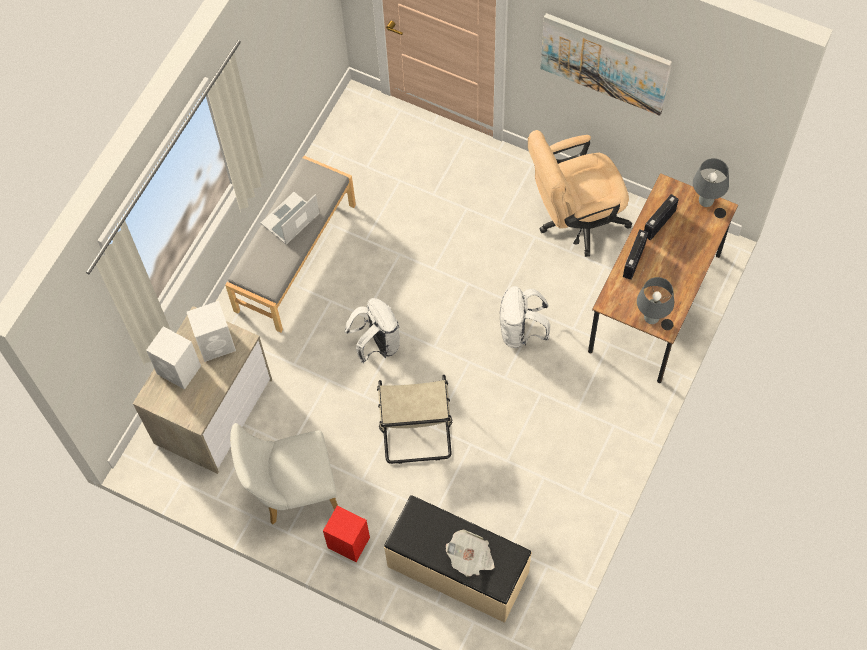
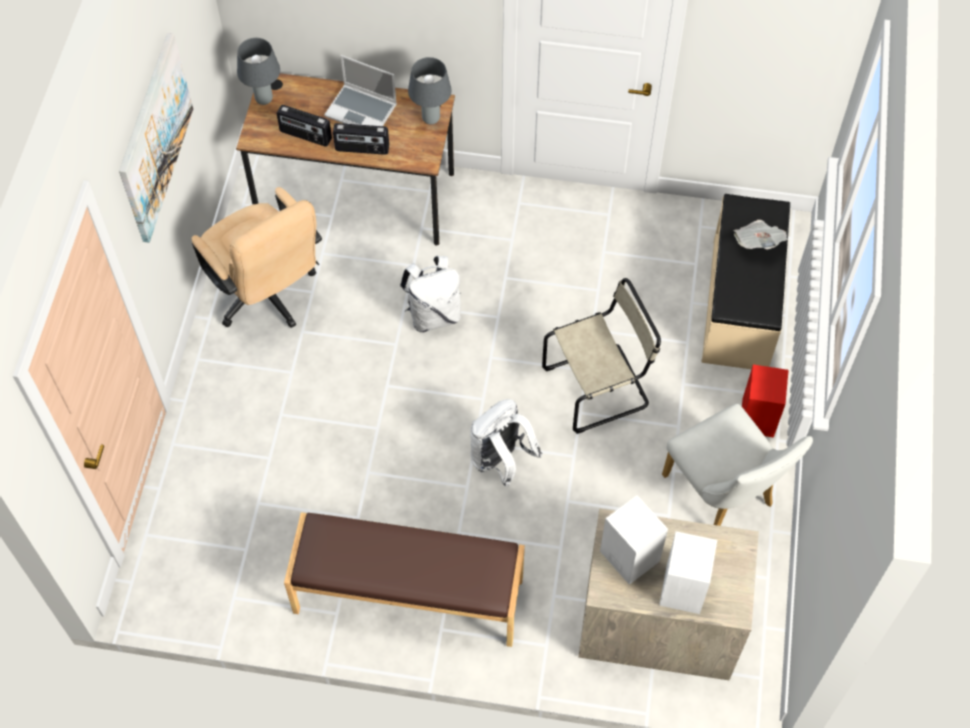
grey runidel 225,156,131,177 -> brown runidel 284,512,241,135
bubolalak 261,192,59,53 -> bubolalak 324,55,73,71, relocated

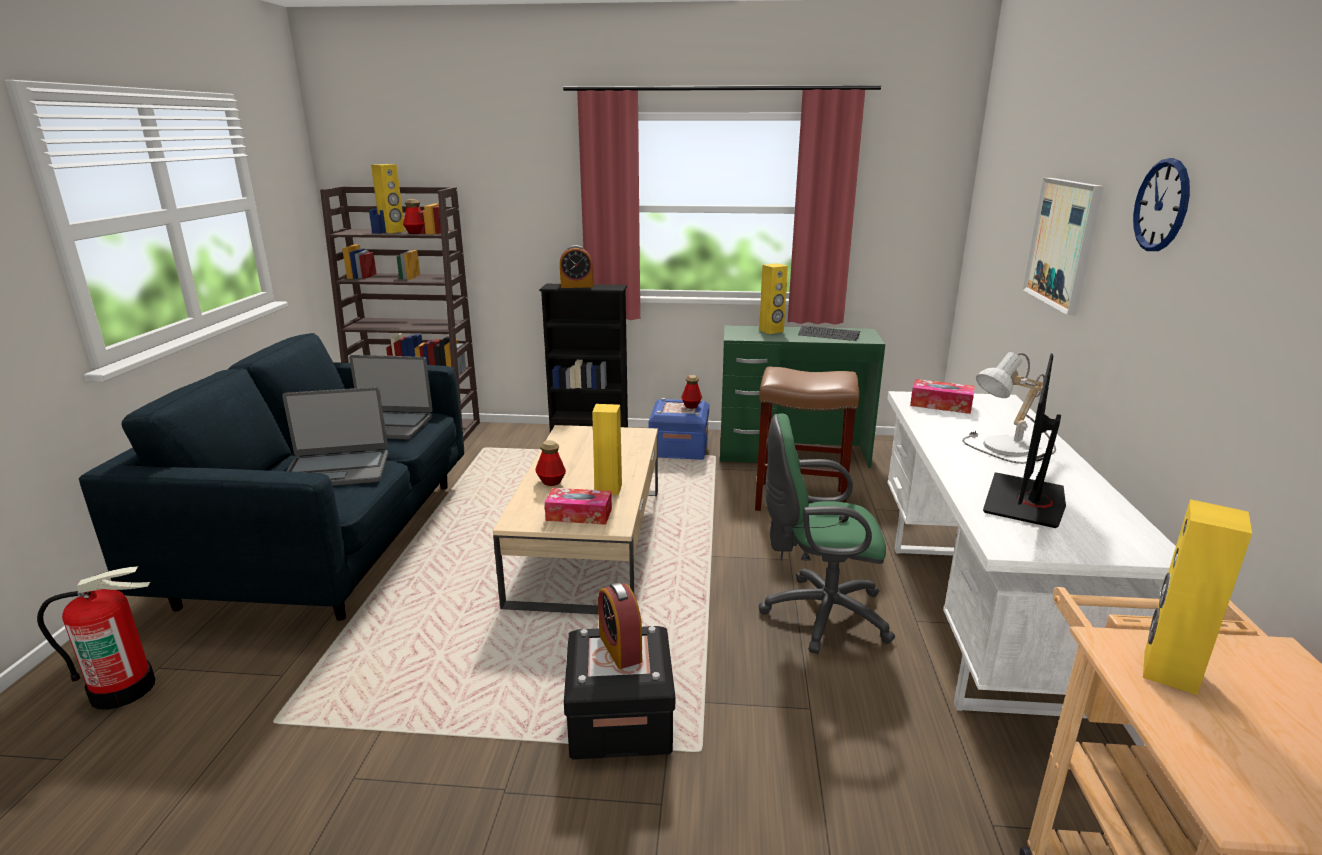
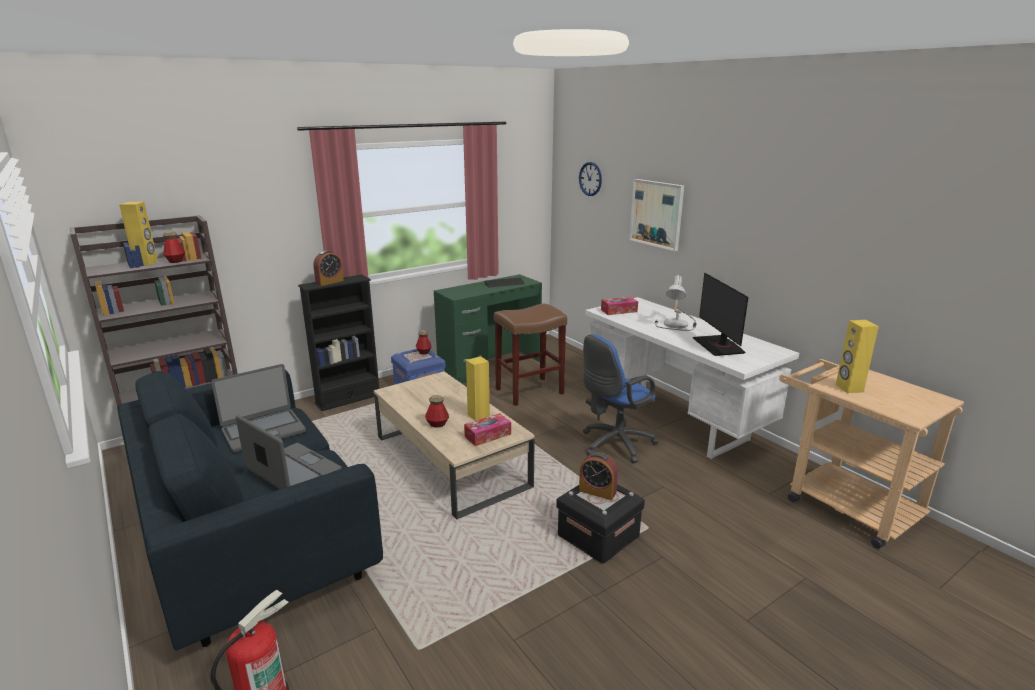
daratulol 1133,158,57,93 -> daratulol 579,162,23,34, relocated
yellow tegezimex 759,263,29,71 -> none
bubolalak 282,387,106,99 -> bubolalak 236,415,106,74, 90 degrees counterclockwise
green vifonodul 759,413,136,241 -> blue vifonodul 583,334,76,129

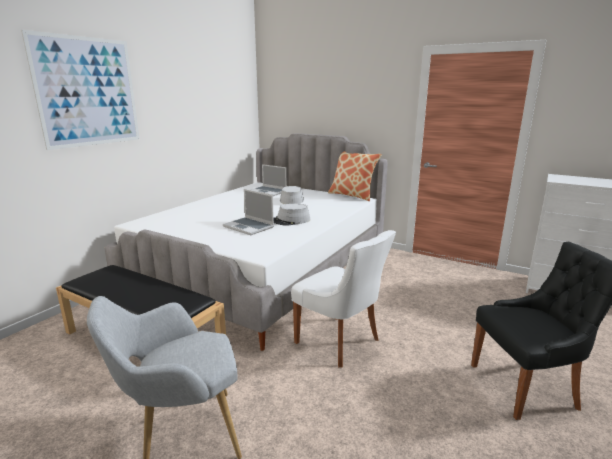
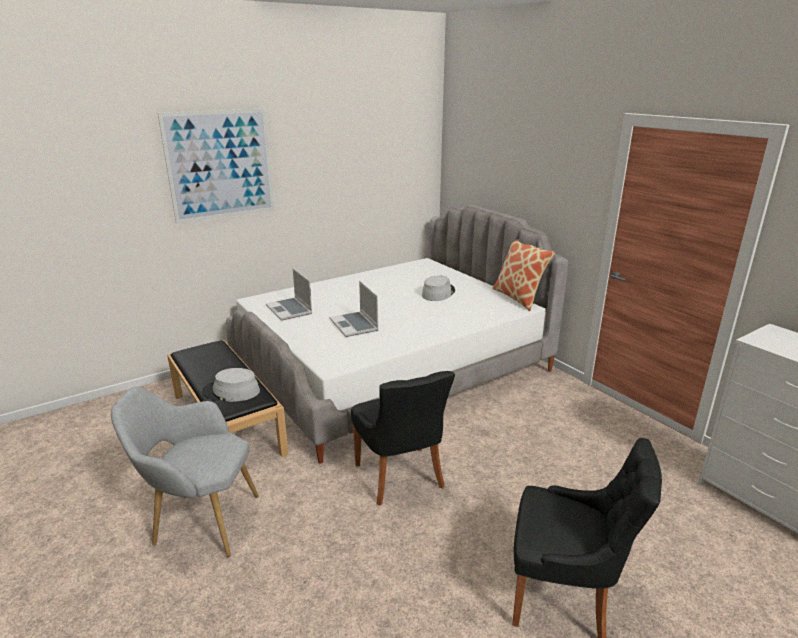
bubolalak 251,164,36,32 -> bubolalak 266,268,47,53, relocated
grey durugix 274,203,36,23 -> grey durugix 202,368,58,34, relocated
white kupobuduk 291,230,105,138 -> black kupobuduk 351,371,104,135

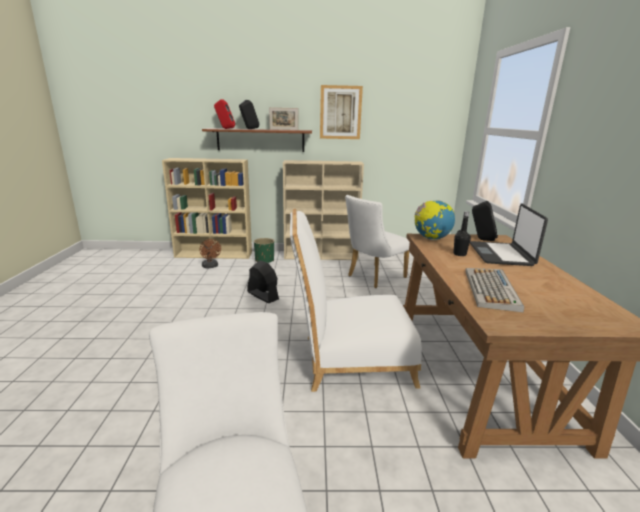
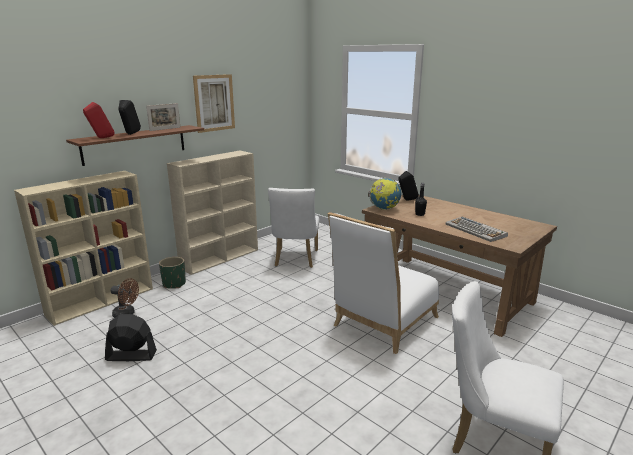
bubolalak 470,203,78,63 -> none
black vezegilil 247,260,32,43 -> black vezegilil 105,314,52,47, relocated

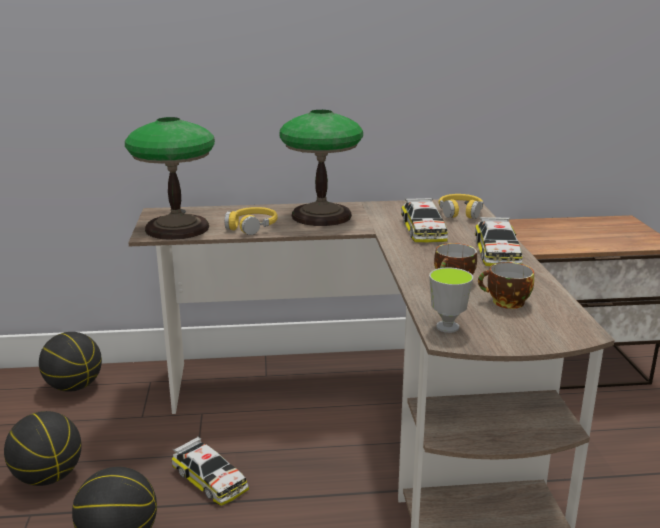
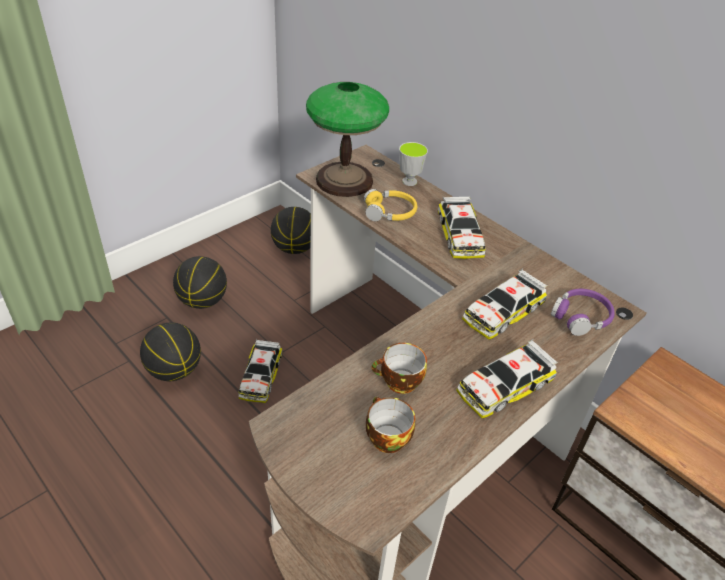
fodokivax 280,110,83,116 -> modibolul 438,196,48,63
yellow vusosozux 439,194,44,25 -> purple vusosozux 551,289,64,47
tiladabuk 429,268,44,65 -> tiladabuk 399,142,29,44, relocated

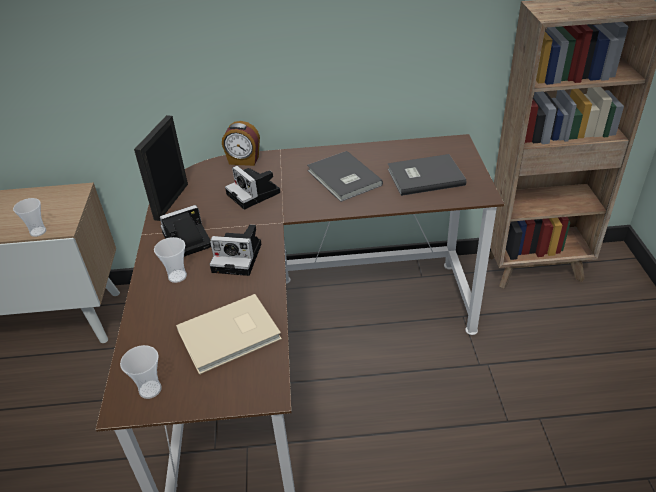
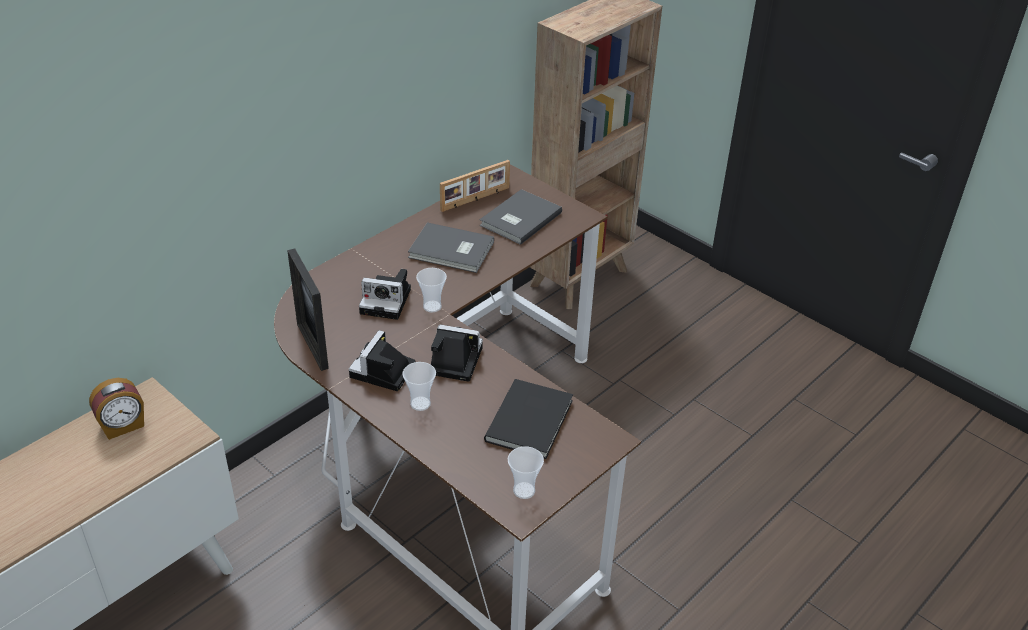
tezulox 222,121,38,45 -> tezulox 89,378,55,62, relocated
tiladabuk 13,198,33,39 -> tiladabuk 416,268,31,44, relocated
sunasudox 209,225,52,51 -> sunasudox 431,324,52,58, 135 degrees counterclockwise
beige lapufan 176,294,106,81 -> black lapufan 484,379,89,80
none -> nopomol 440,160,70,52

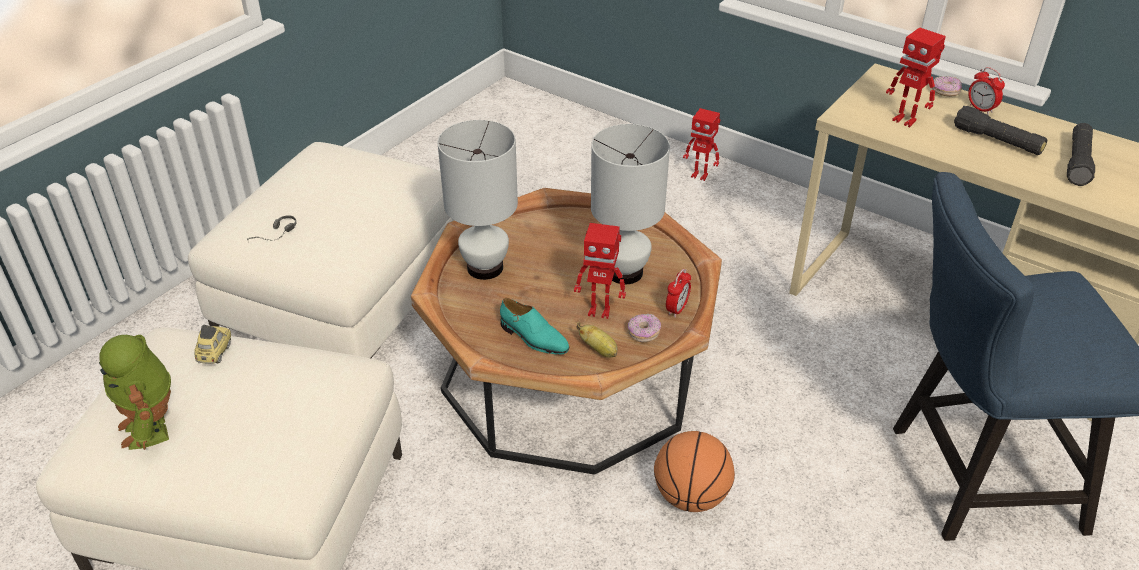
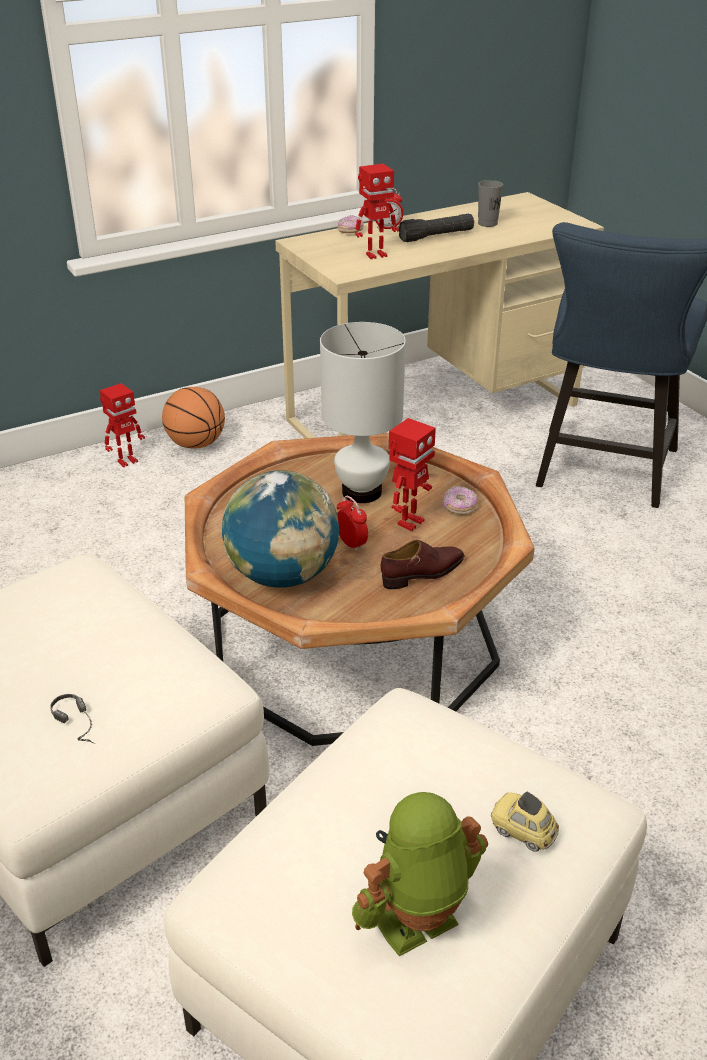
white fodokivax 438,120,80,160 -> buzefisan 222,470,117,118
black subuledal 1067,123,28,63 -> grey tiladabuk 478,180,25,47
tezulox 666,269,25,49 -> tezulox 337,496,31,56, relocated
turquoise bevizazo 500,298,70,57 -> brown bevizazo 381,540,84,49
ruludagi 576,322,42,36 -> none
modibolul 194,325,37,39 -> modibolul 491,792,68,60, relocated
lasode 99,335,72,115 -> lasode 352,792,136,164, 150 degrees clockwise
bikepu 654,431,81,81 -> bikepu 162,387,63,62, relocated

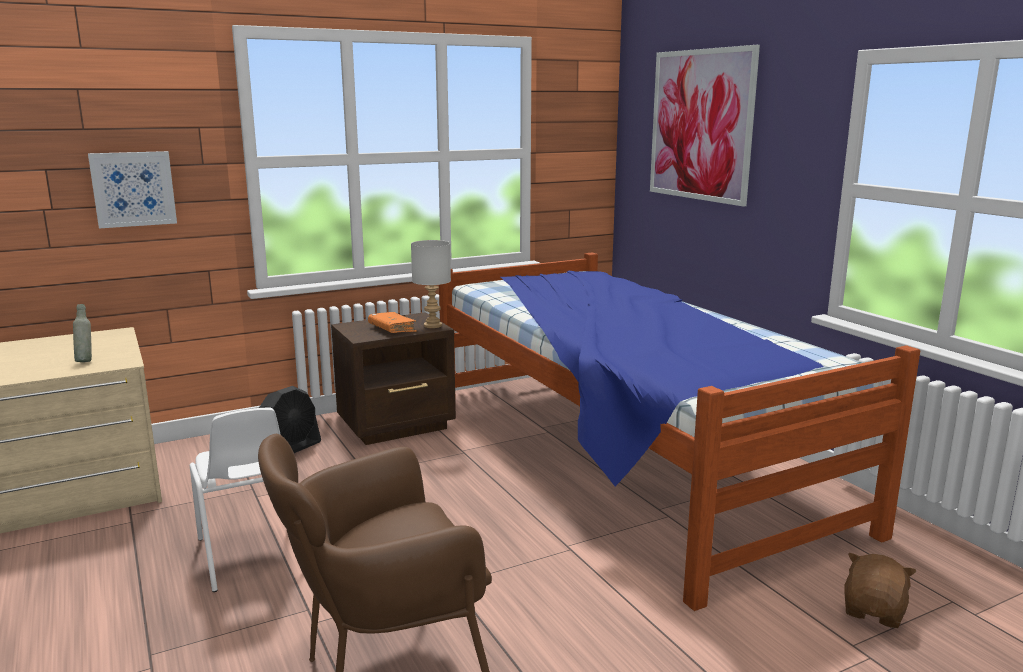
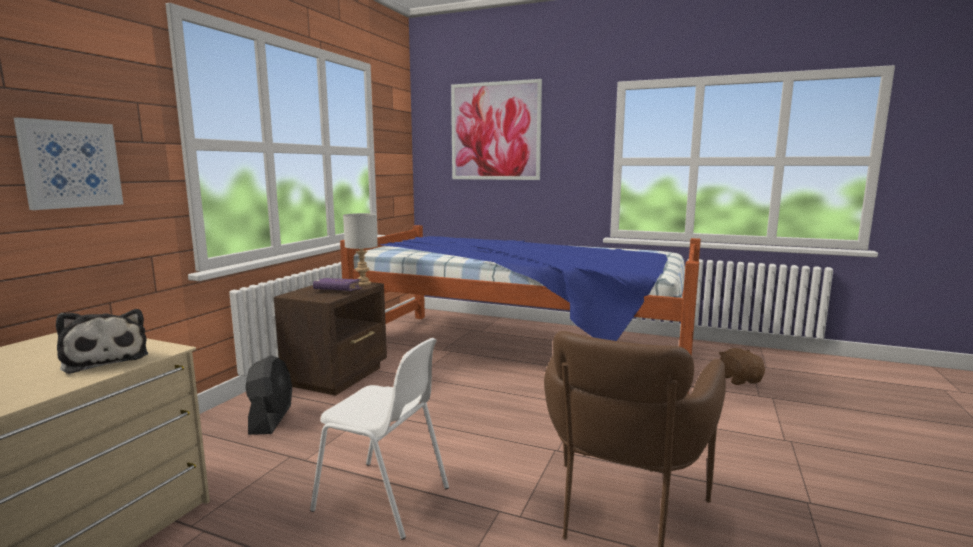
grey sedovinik 73,304,19,58 -> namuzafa 56,309,92,65
orange lapufan 368,312,49,21 -> purple lapufan 313,278,48,13

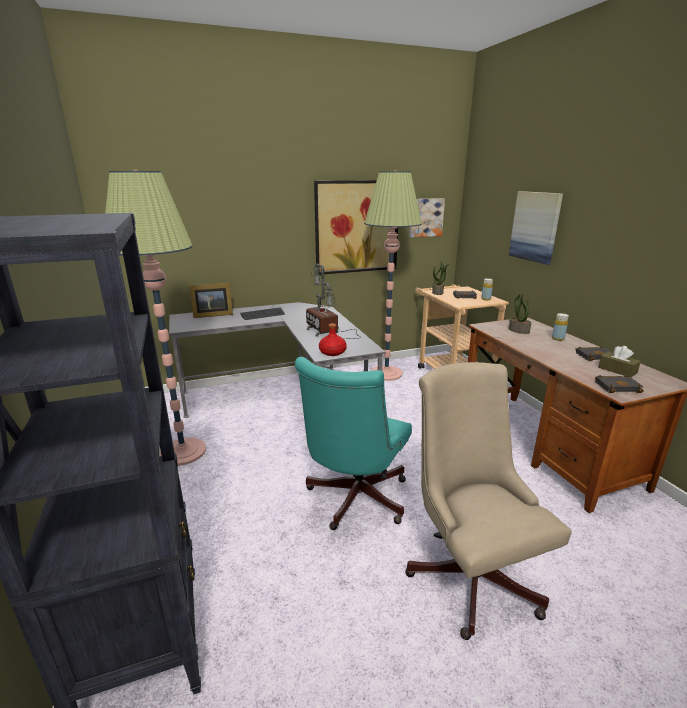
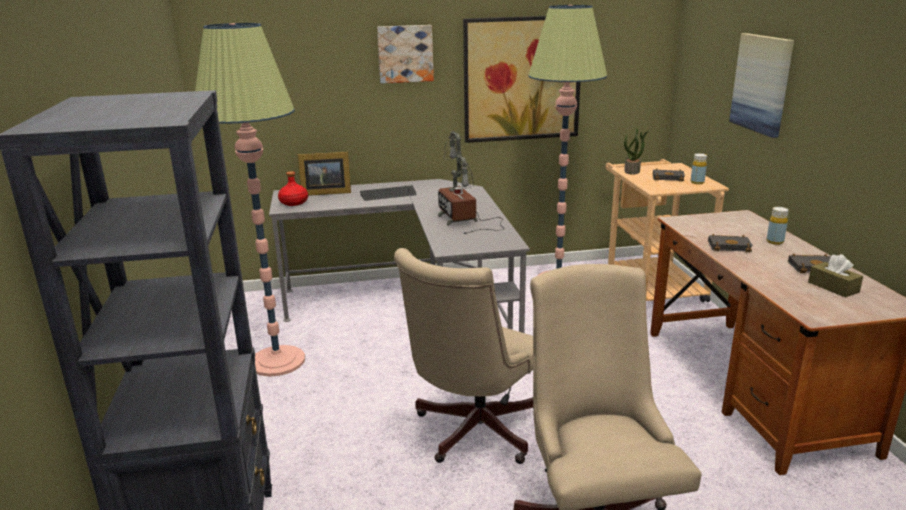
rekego 409,198,36,40 -> rekego 377,25,57,58, relocated
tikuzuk 508,292,23,42 -> none
red sedovinik 319,323,28,33 -> red sedovinik 278,171,30,35, relocated
turquoise vifonodul 295,357,117,173 -> beige vifonodul 394,248,139,216
black lapufan 595,375,49,18 -> black lapufan 708,234,45,19, relocated

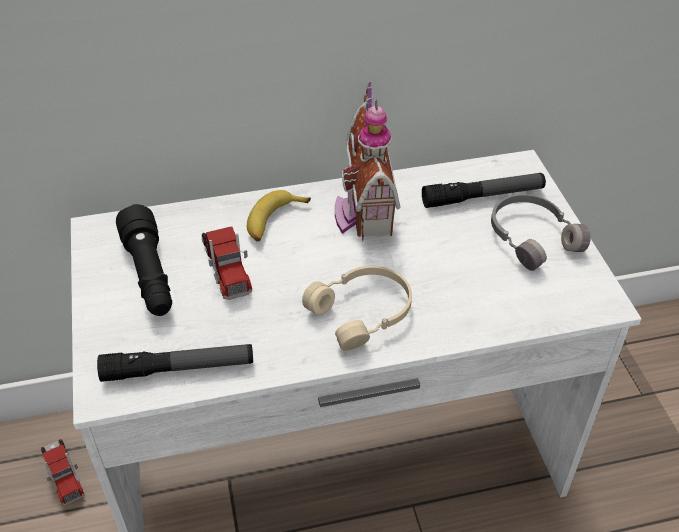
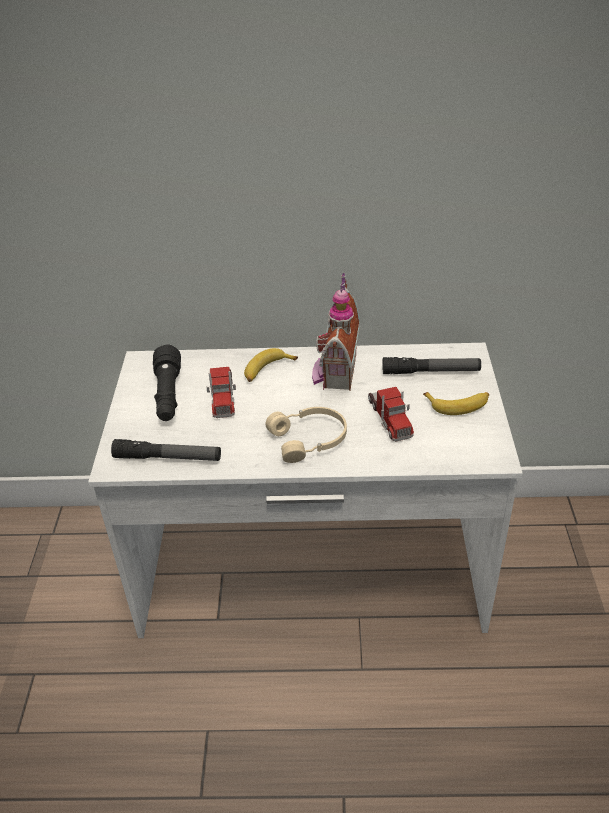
grey vusosozux 491,194,100,77 -> ruludagi 423,392,66,23
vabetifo 41,439,44,66 -> vabetifo 368,387,46,54, relocated

